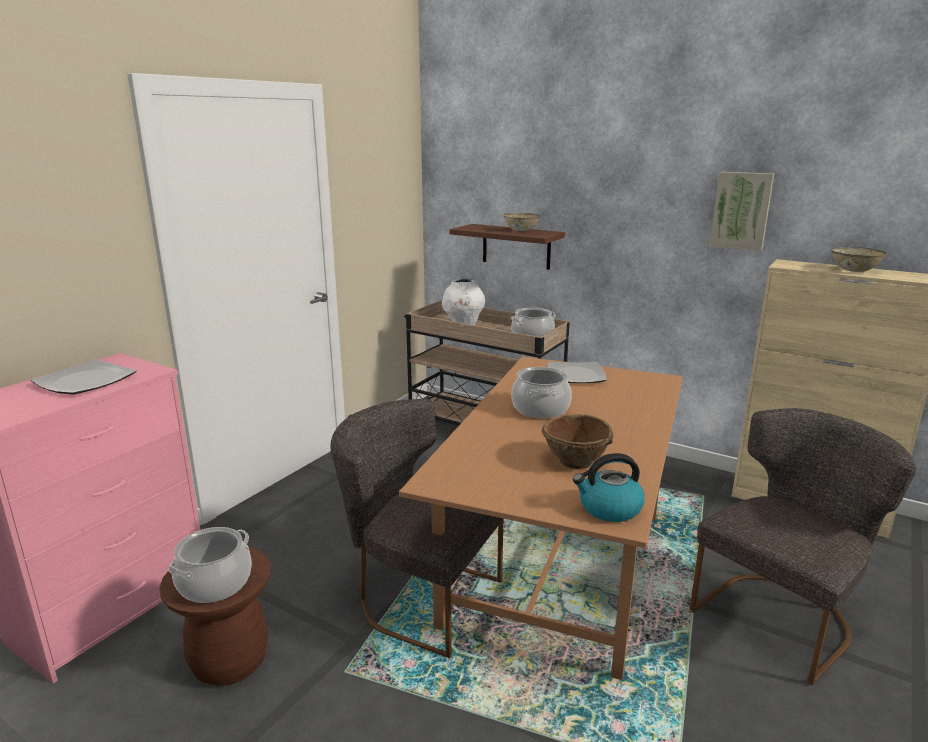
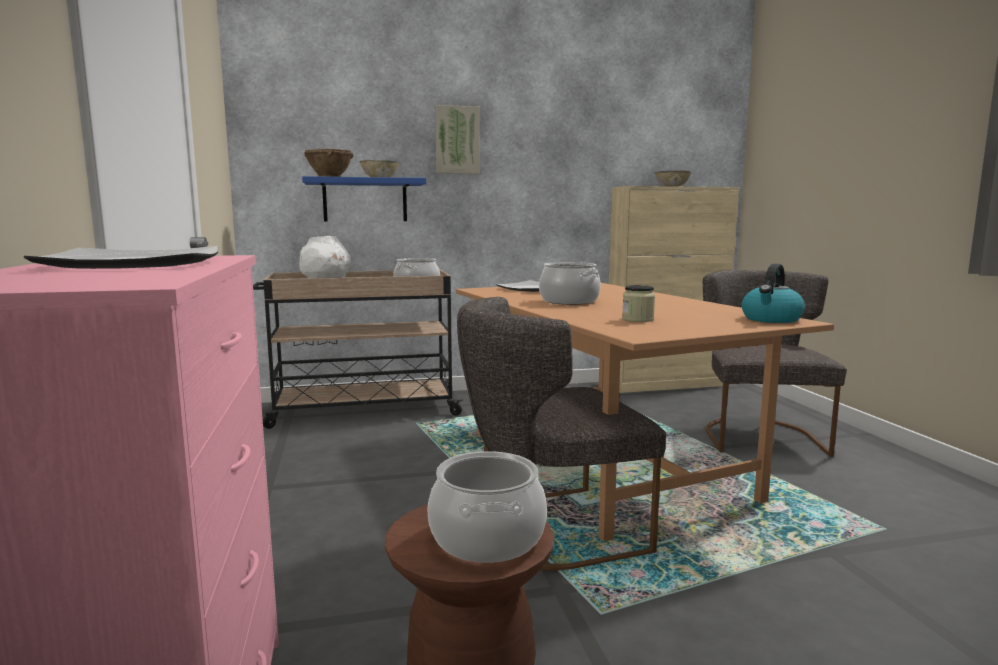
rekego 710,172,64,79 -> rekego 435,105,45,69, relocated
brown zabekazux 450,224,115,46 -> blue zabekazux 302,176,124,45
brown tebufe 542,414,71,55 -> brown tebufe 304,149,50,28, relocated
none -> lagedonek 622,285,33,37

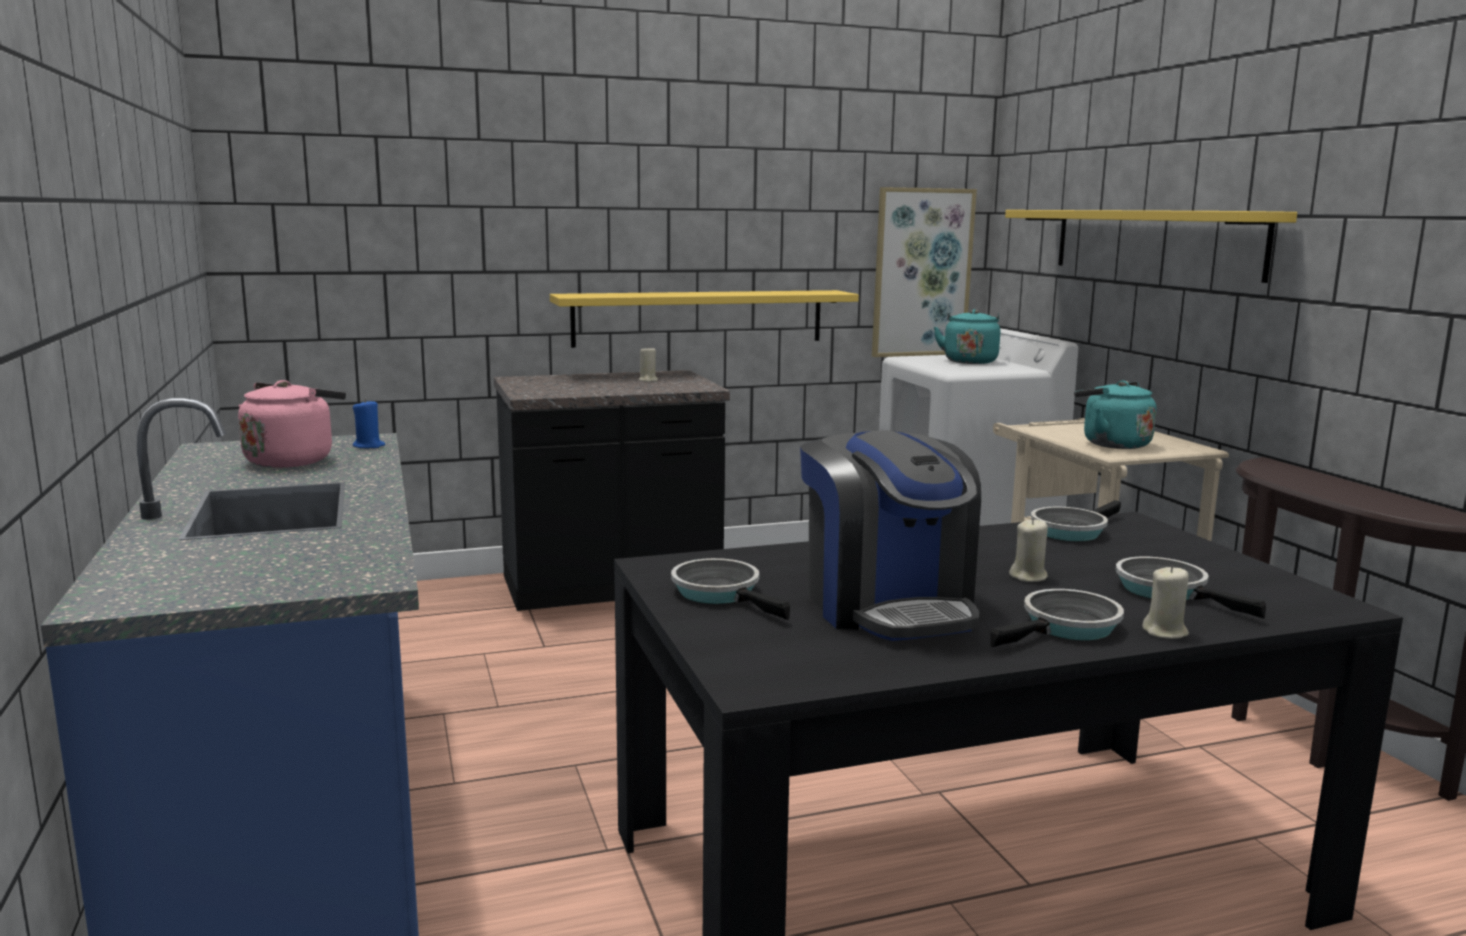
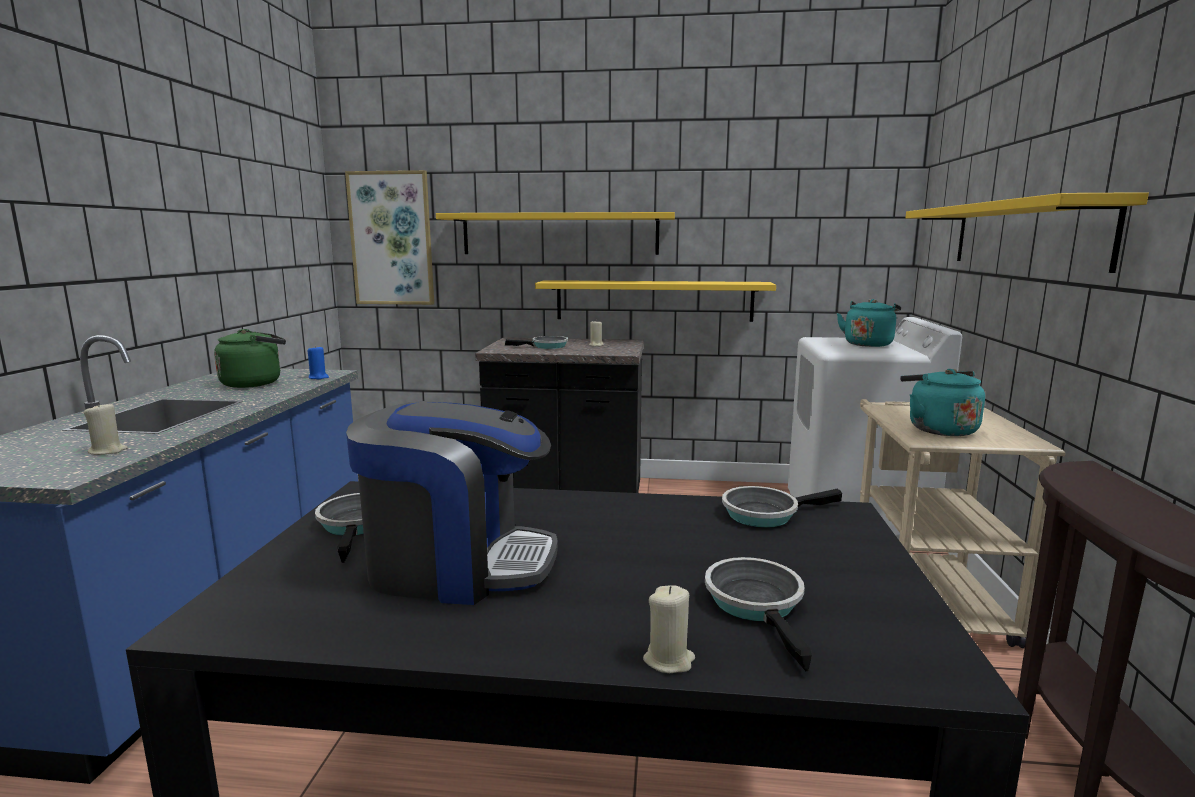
rekego 872,187,105,170 -> rekego 345,170,89,135, relocated
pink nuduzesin 238,380,108,88 -> green nuduzesin 214,329,72,59
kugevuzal 800,430,181,211 -> kugevuzal 346,401,212,204, 90 degrees counterclockwise
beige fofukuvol 1009,518,39,64 -> beige fofukuvol 84,402,44,53, relocated
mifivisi 990,589,134,58 -> mifivisi 505,336,63,13, relocated
none -> yellow zabekazux 436,212,239,43

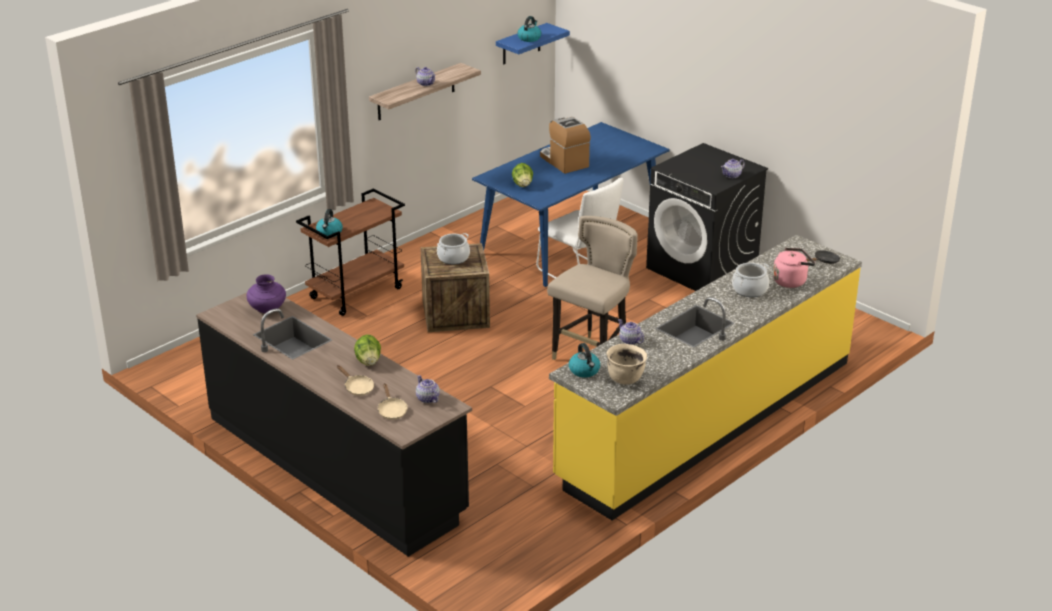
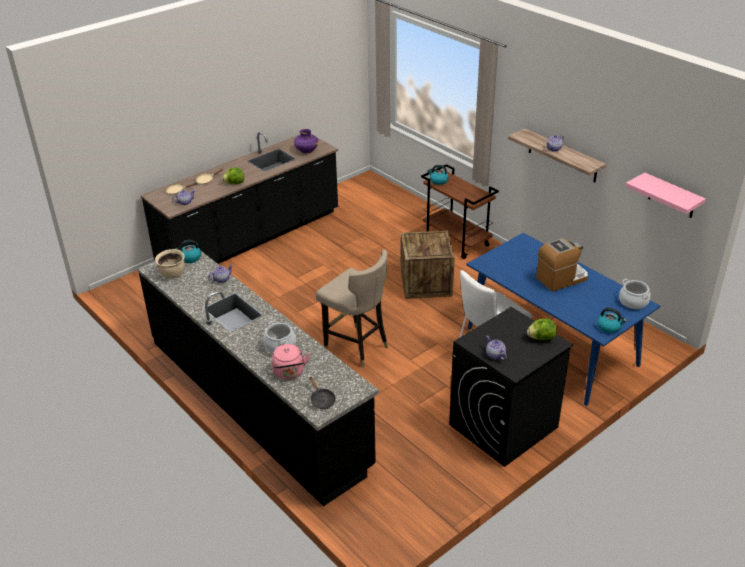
nuduzesin 517,16,24,26 -> nuduzesin 597,308,30,25, relocated
blue zabekazux 496,23,74,41 -> pink zabekazux 625,172,81,46
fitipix 512,163,21,24 -> fitipix 527,319,30,21, relocated
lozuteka 437,233,33,31 -> lozuteka 619,279,32,30, relocated
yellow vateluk 549,235,313,285 -> black vateluk 138,251,241,256

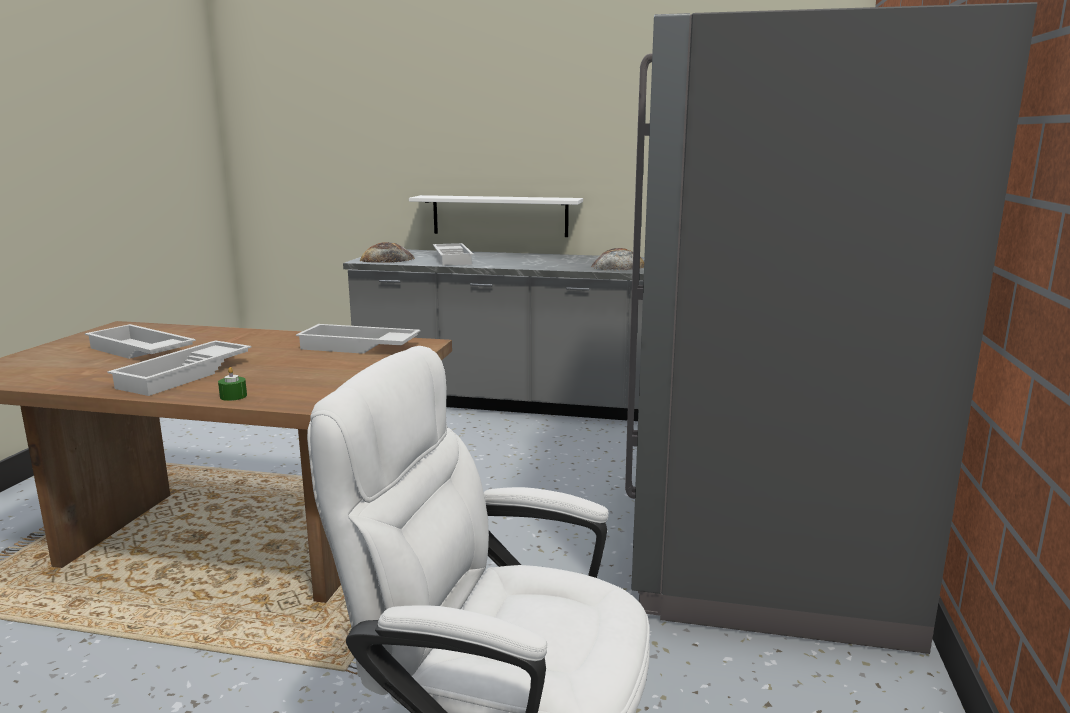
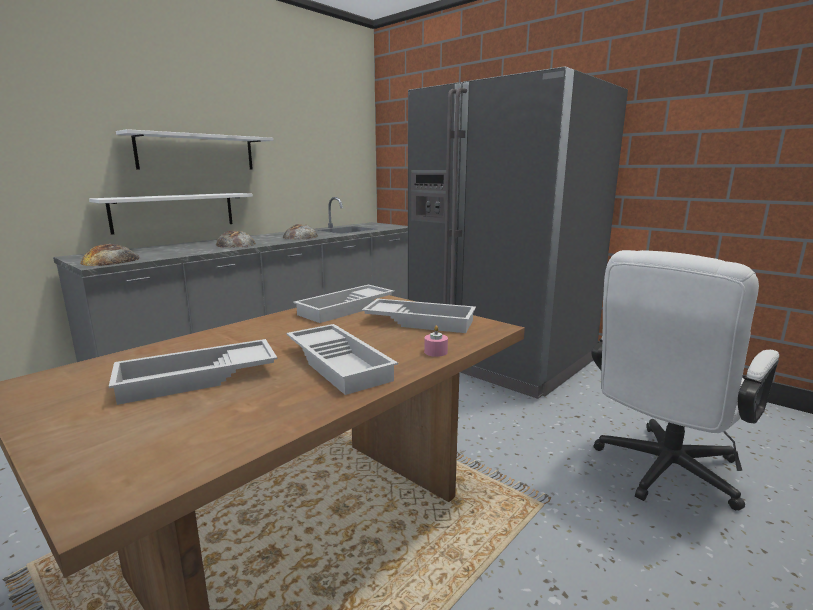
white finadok 433,243,40,22 -> white finadok 362,298,114,35, relocated
green fofukuvol 218,367,29,34 -> pink fofukuvol 424,326,24,31
none -> white zabekazux 116,129,157,41
none -> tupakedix 216,231,40,17

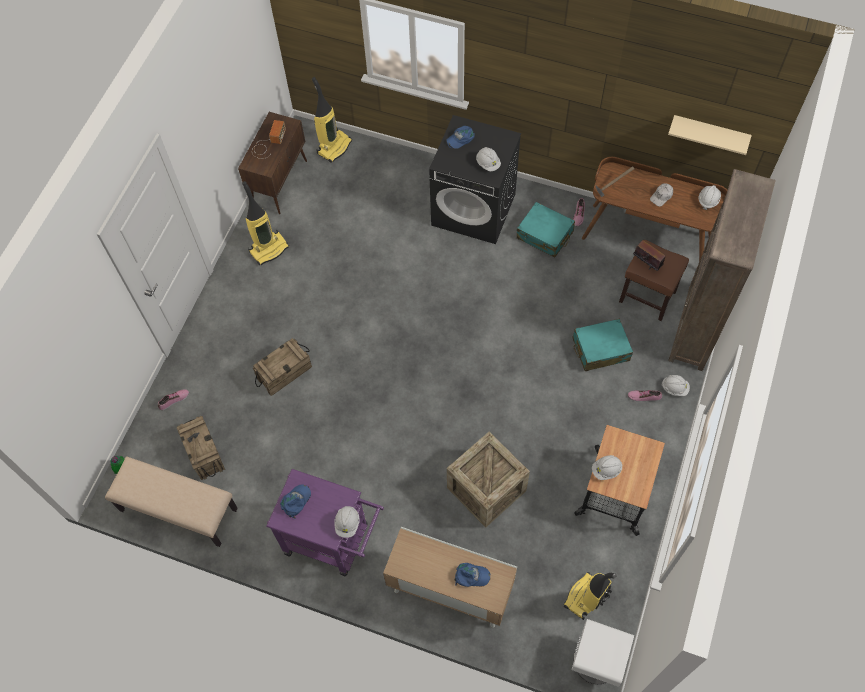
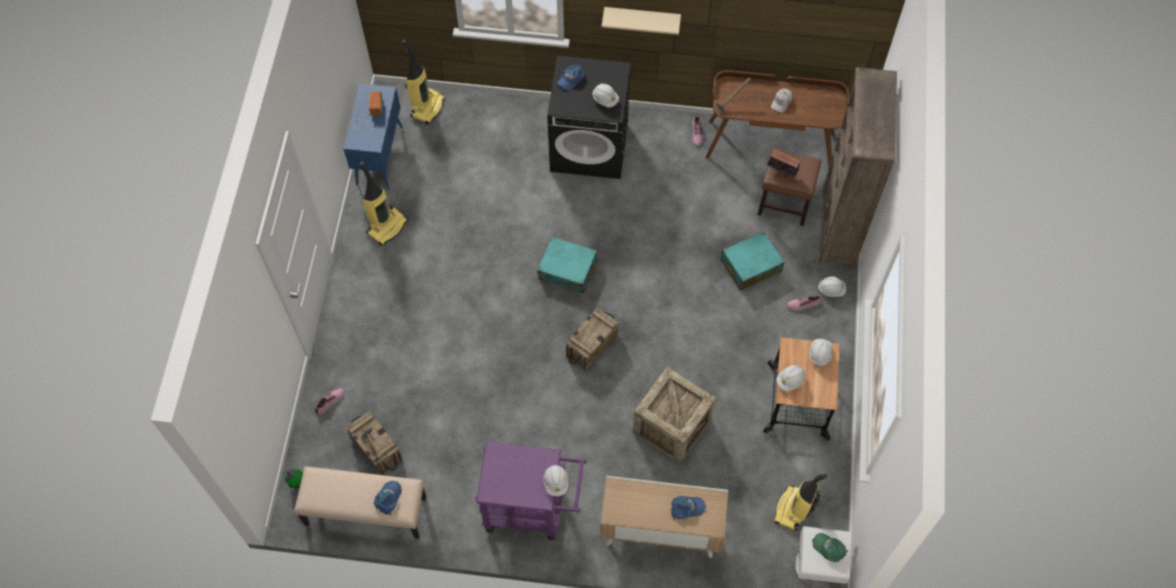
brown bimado 238,112,69,102 -> blue bimado 344,83,59,106
beige zabekazux 668,115,84,40 -> beige zabekazux 602,7,79,28, relocated
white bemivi 699,185,22,25 -> white bemivi 809,339,24,28, relocated
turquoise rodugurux 517,202,58,55 -> turquoise rodugurux 537,237,61,56, relocated
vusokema 253,338,59,58 -> vusokema 566,308,53,63, relocated
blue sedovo 280,484,31,35 -> blue sedovo 374,481,28,34, relocated
none -> green sedovo 812,533,37,29

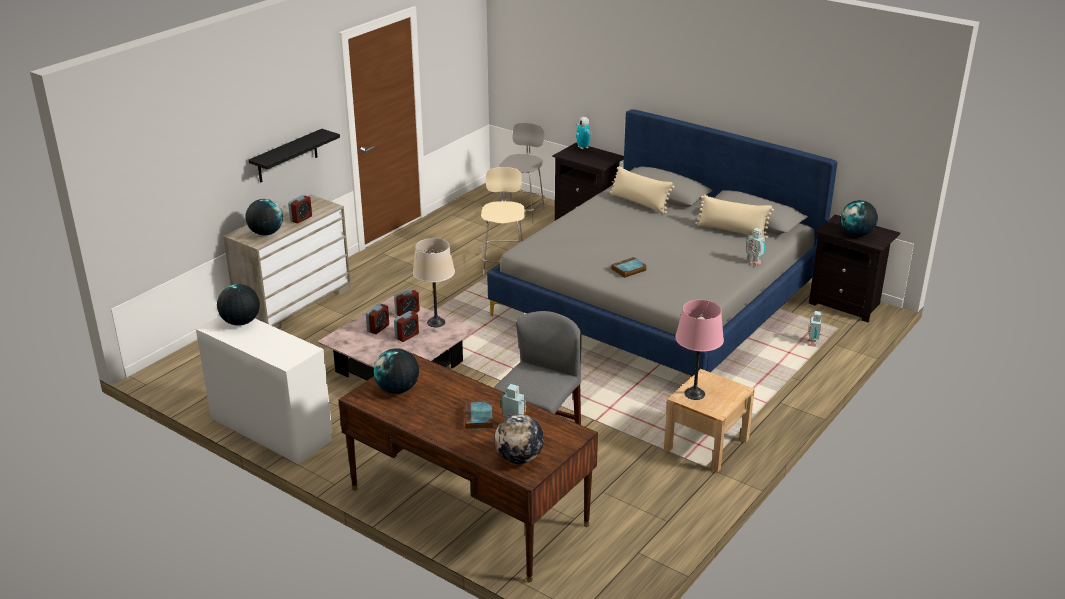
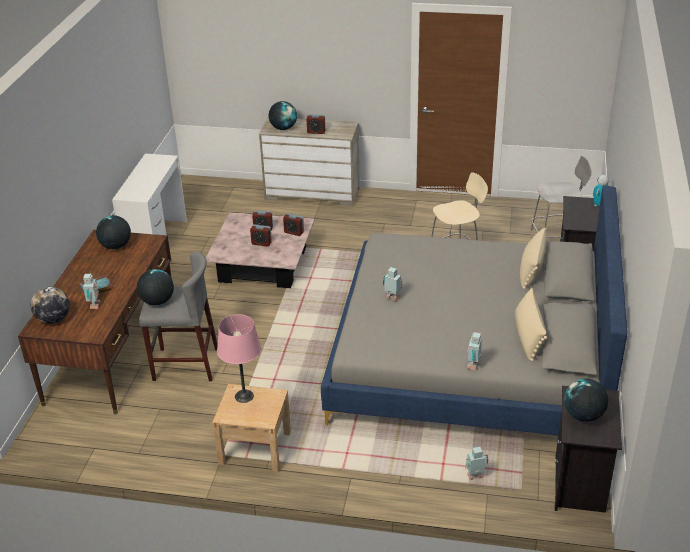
black zabekazux 249,129,91,54 -> none
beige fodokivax 413,238,42,89 -> none
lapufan 611,257,36,21 -> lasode 383,267,19,34
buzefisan 217,284,43,42 -> buzefisan 137,269,37,37, relocated

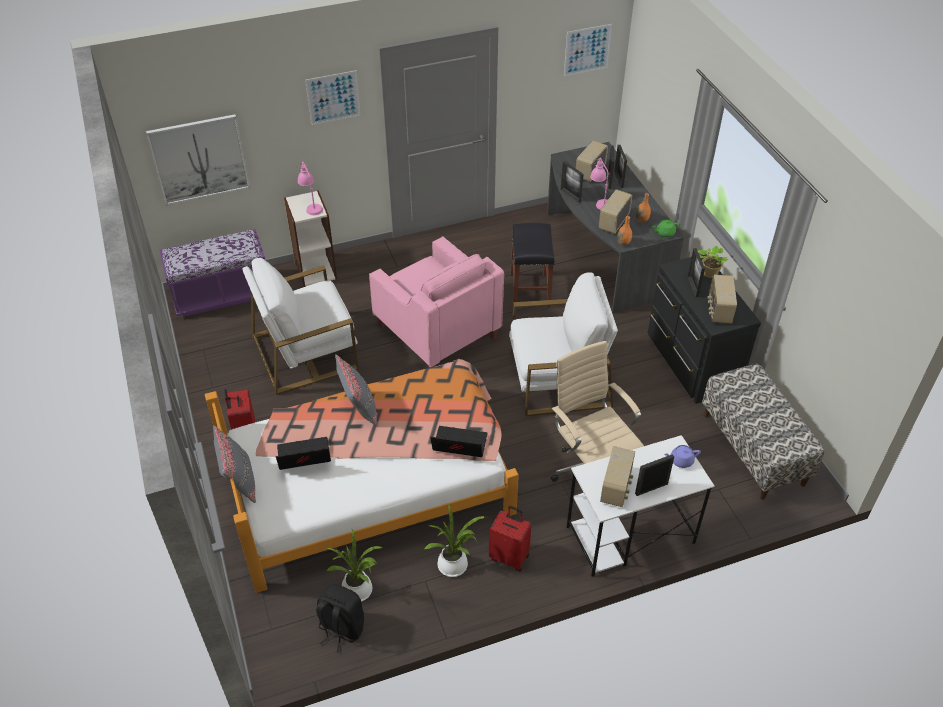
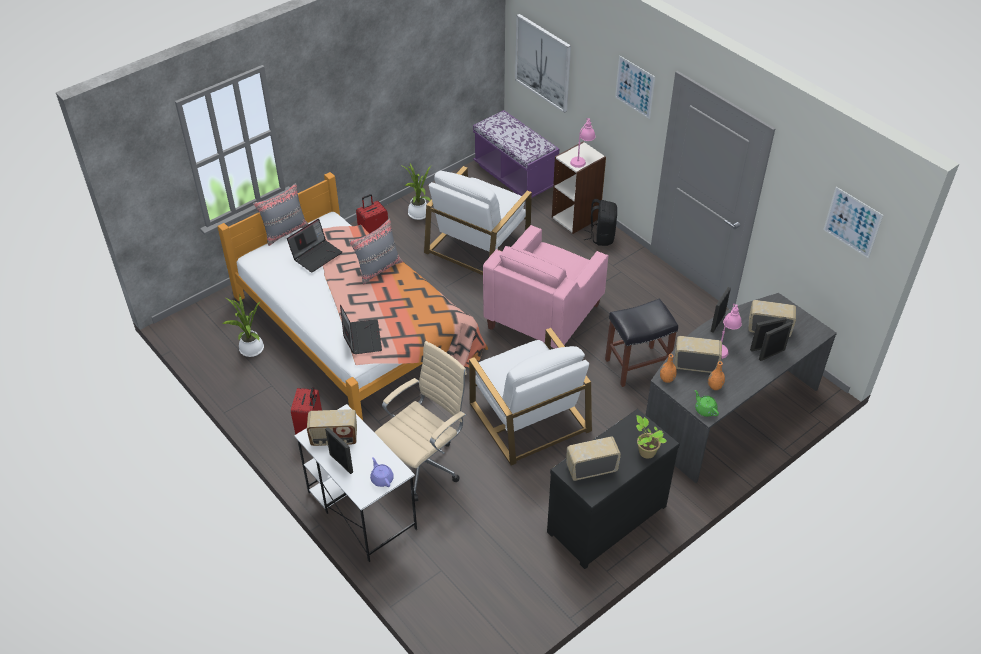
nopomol 688,248,17,49 -> none
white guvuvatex 242,258,117,137 -> white guvuvatex 424,166,108,109, 105 degrees counterclockwise
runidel 702,363,122,137 -> none
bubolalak 276,437,55,33 -> bubolalak 287,219,55,54, 75 degrees clockwise
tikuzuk 424,504,62,73 -> tikuzuk 400,163,31,57, relocated
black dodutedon 316,584,48,69 -> black dodutedon 584,199,33,47, relocated

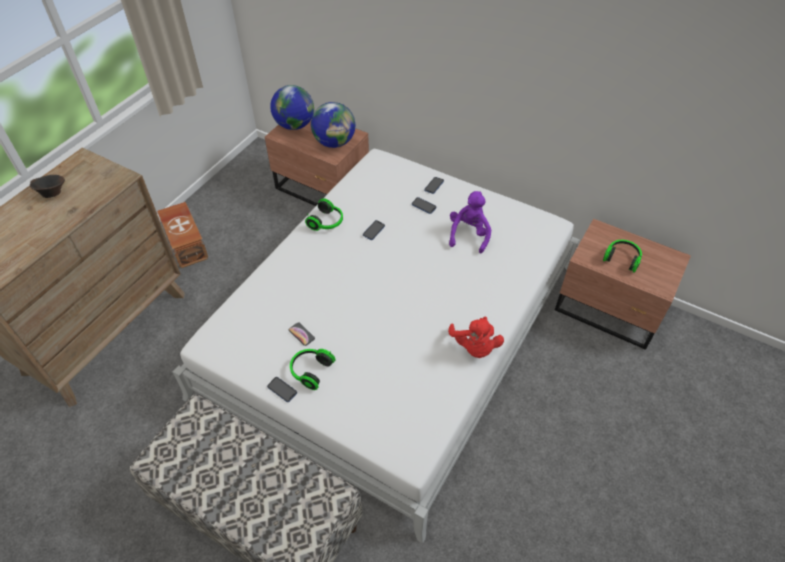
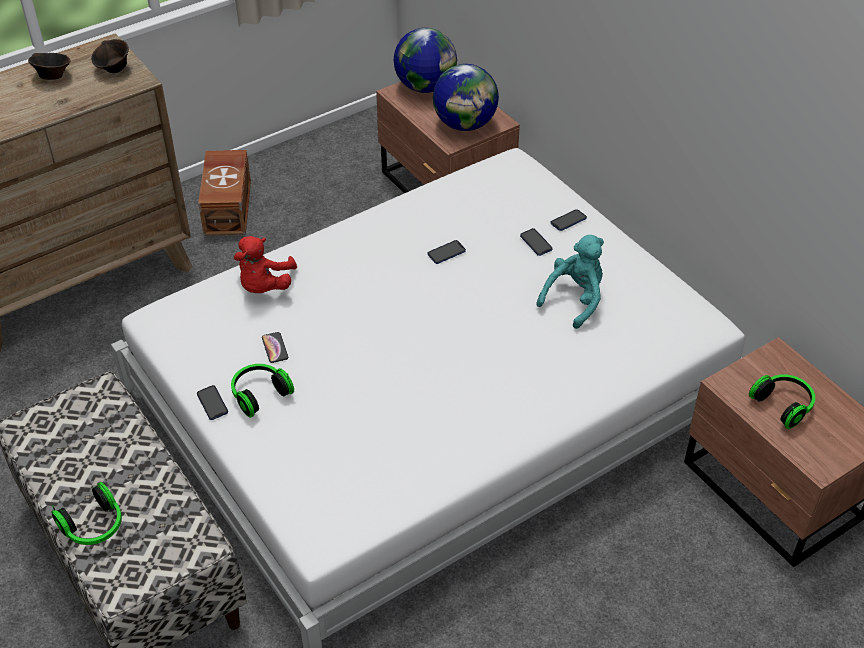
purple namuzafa 449,191,42,62 -> turquoise namuzafa 537,235,67,94
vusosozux 305,198,38,33 -> vusosozux 51,482,71,63, relocated
red namuzafa 448,316,56,42 -> red namuzafa 234,236,63,57, relocated
none -> brown tebufe 91,39,38,34

